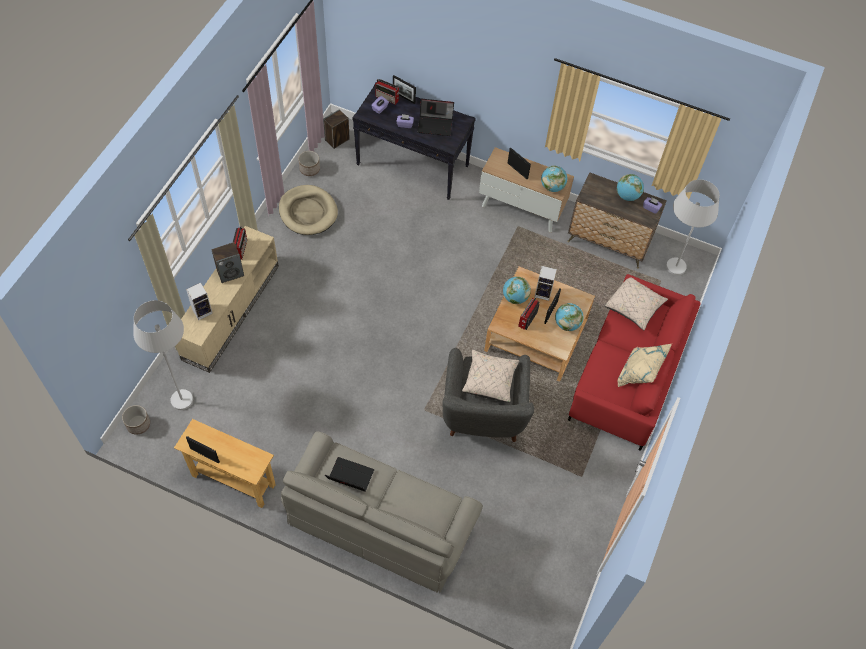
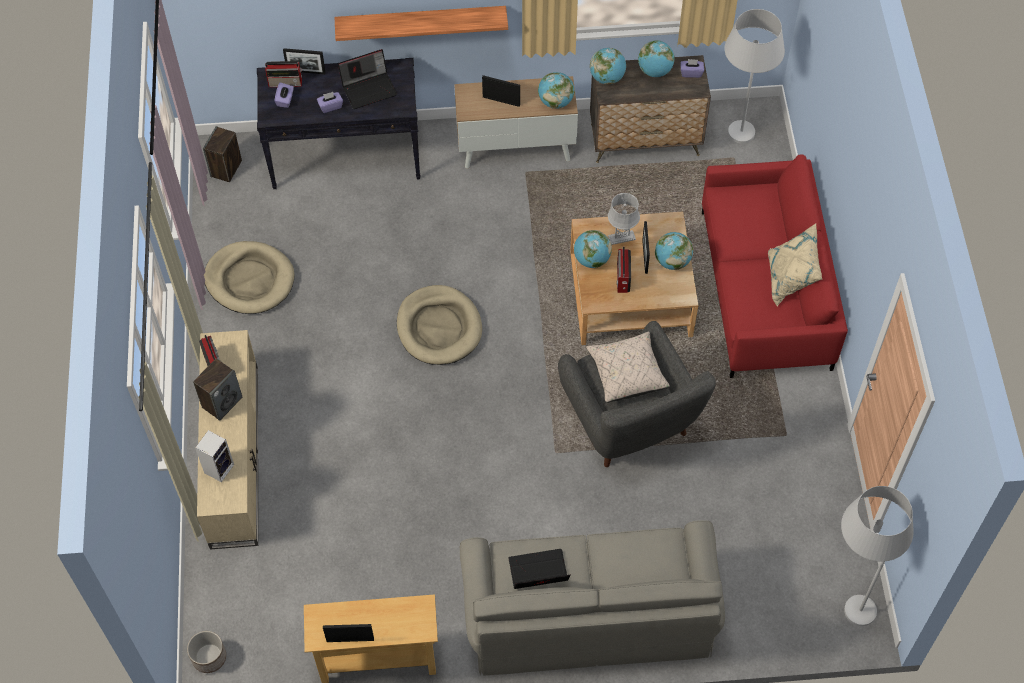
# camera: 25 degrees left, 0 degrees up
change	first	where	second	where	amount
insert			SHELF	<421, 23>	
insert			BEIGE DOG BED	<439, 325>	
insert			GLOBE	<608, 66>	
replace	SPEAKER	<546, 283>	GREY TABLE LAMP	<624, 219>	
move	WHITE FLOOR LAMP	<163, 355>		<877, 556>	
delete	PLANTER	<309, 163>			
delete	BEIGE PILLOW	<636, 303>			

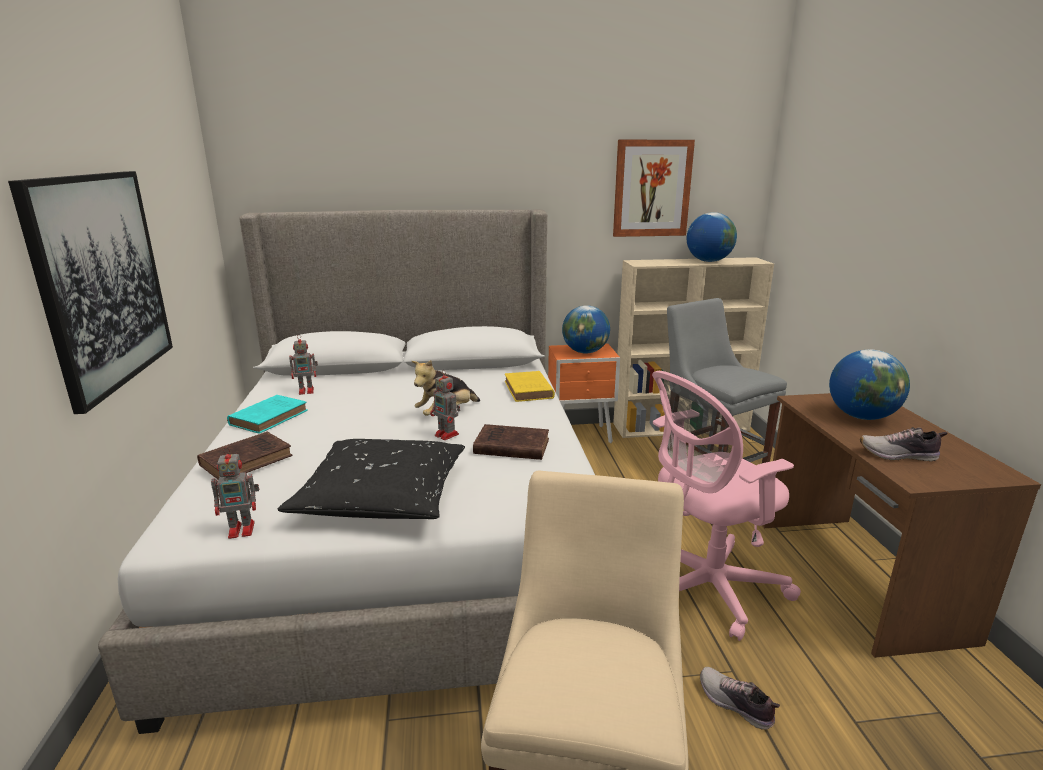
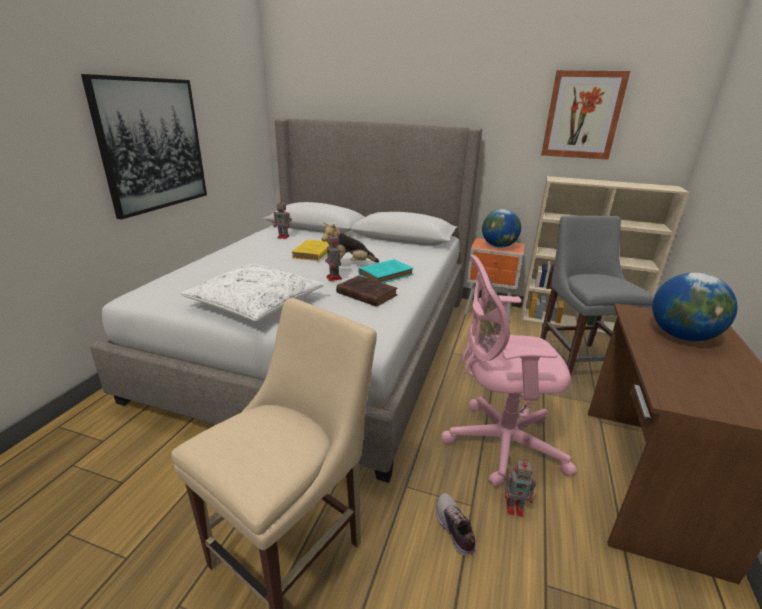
# camera: 25 degrees right, 5 degrees up
change	first	where	second	where	amount
recolor	BLACK PILLOW	<371, 479>	WHITE PILLOW	<252, 292>	
move	YELLOW BOOK	<530, 386>		<310, 250>	
move	TURQUOISE BOOK	<267, 414>		<386, 271>	
move	TOY ROBOT	<235, 493>		<520, 488>	
delete	BROWN BOOK	<245, 455>			
delete	GLOBE	<712, 237>			
delete	SHOE	<903, 444>			

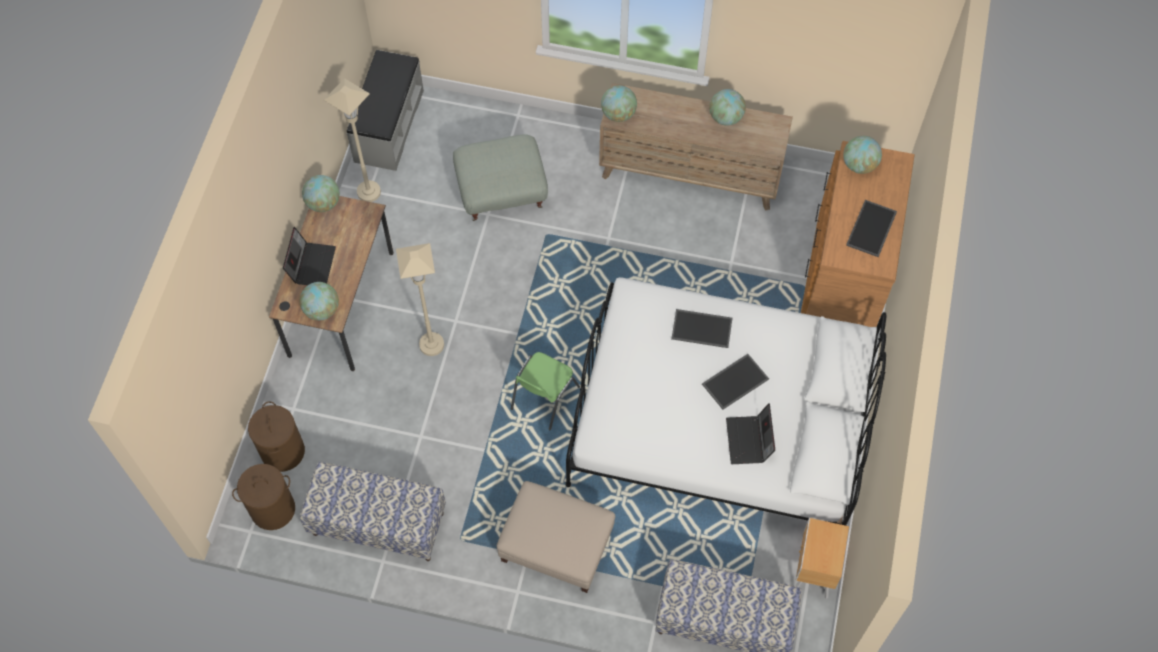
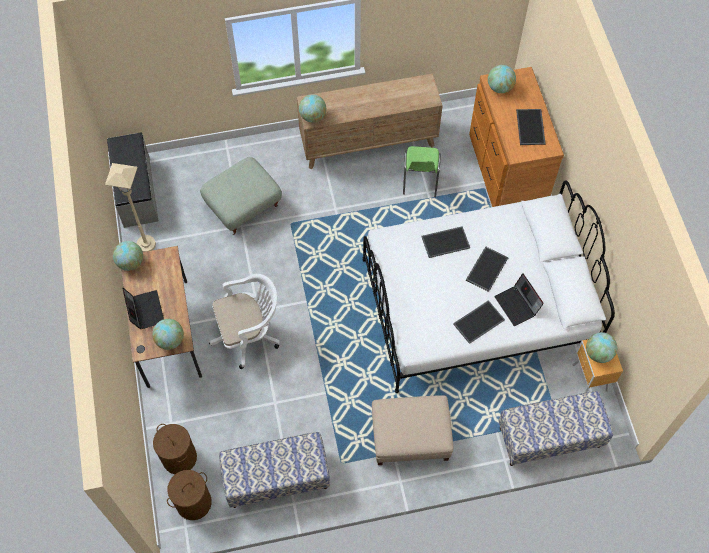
# camera: 25 degrees left, 0 degrees up
change	first	where	second	where	amount
replace	BEIGE FLOOR LAMP	<420, 299>	WHITE OFFICE CHAIR	<244, 321>	
move	GREEN CHAIR	<545, 391>		<422, 171>	
insert			TRAY	<479, 322>	
move	GLOBE	<727, 107>		<601, 347>	

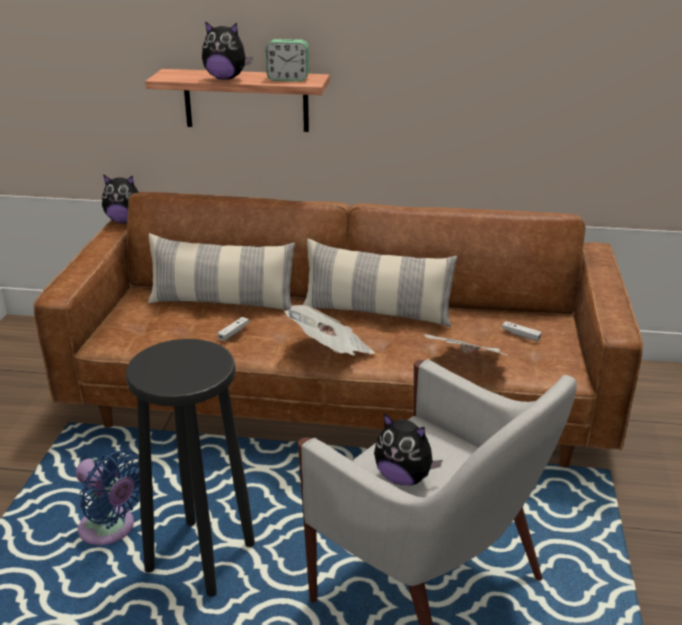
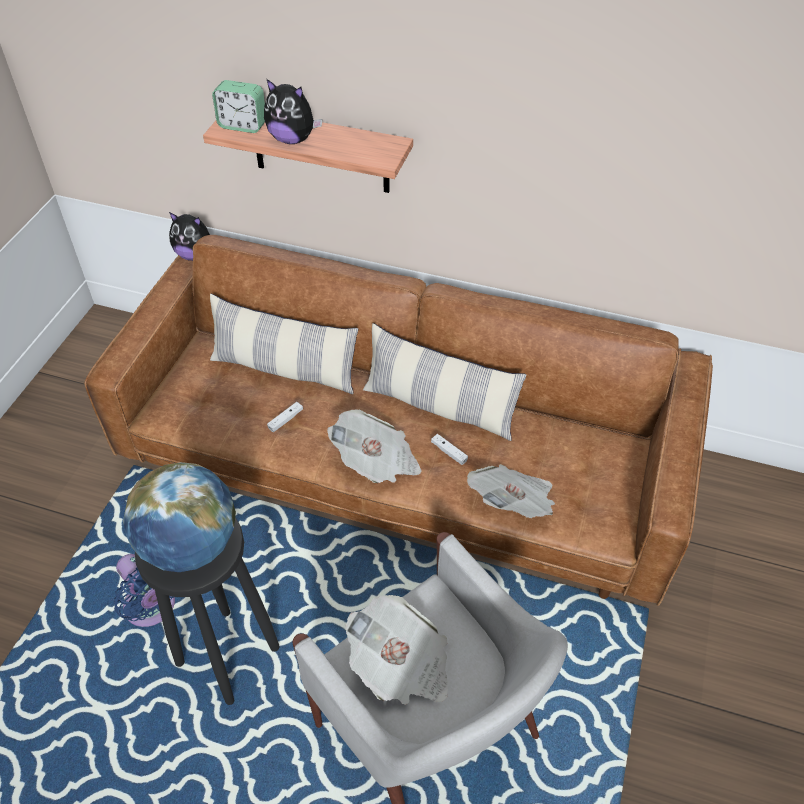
# camera: 10 degrees right, 20 degrees up
change	first	where	second	where	amount
insert			GLOBE	<179, 517>	
move	ALARM CLOCK	<287, 60>		<238, 106>	
replace	PLUSH TOY	<408, 449>	NEWSPAPER	<397, 650>	
move	WHITE GAME CONTROLLER	<522, 331>		<449, 449>	

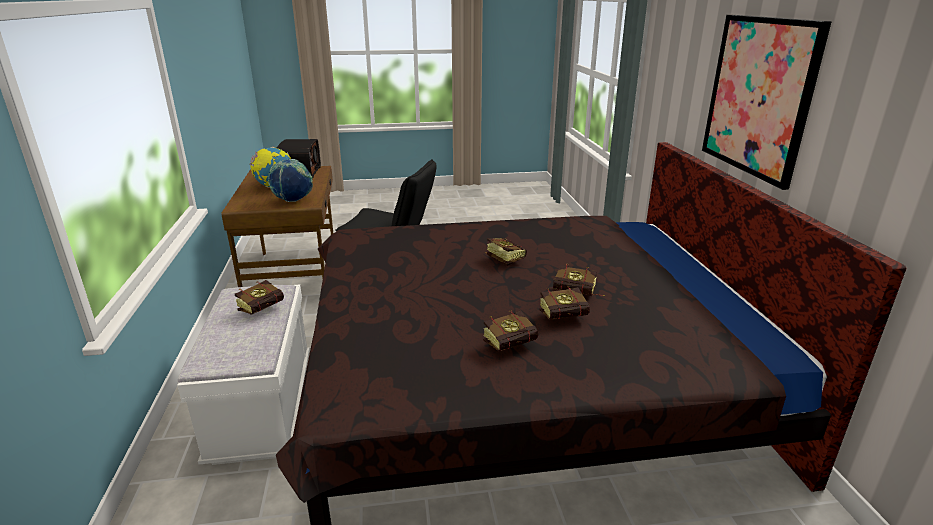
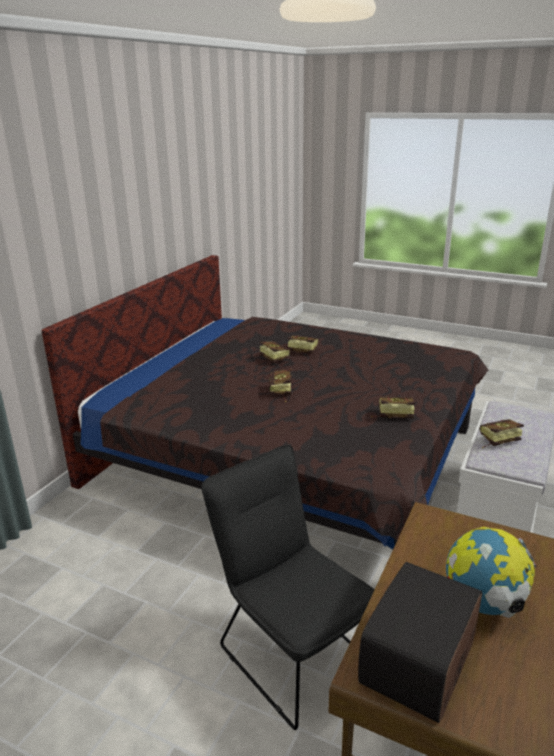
# camera: 145 degrees left, 0 degrees up
change	first	where	second	where	amount
move	BOOK	<510, 330>		<393, 407>	
delete	GLOBE	<290, 180>			
delete	PICTURE	<767, 102>			

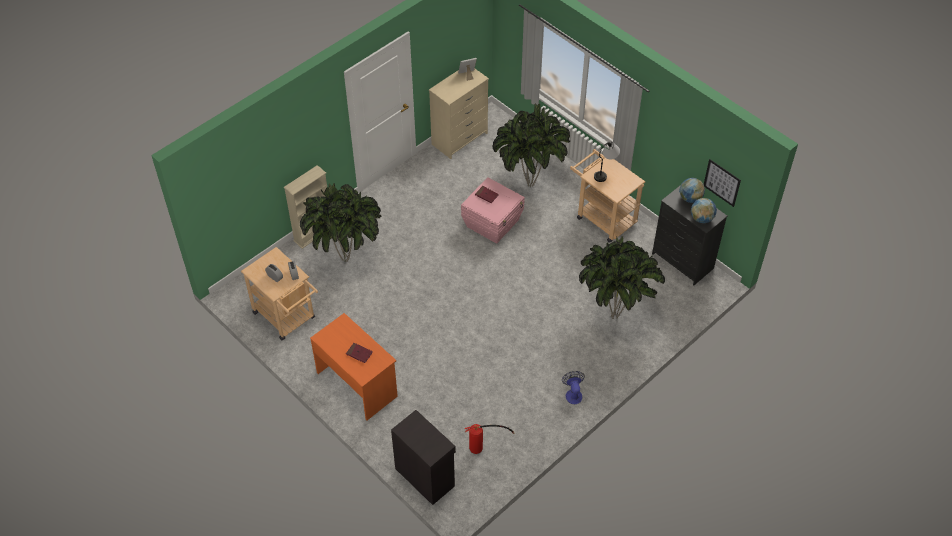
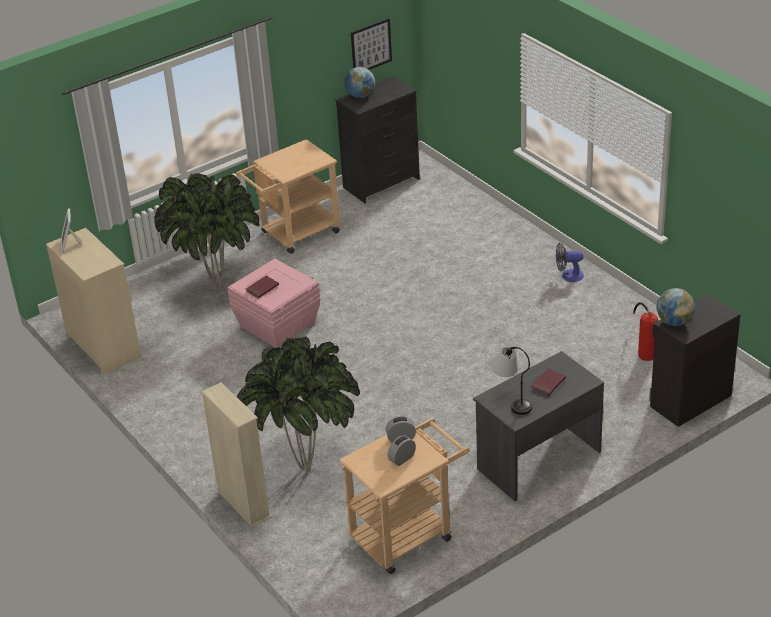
# camera: 80 degrees left, 15 degrees down
change	first	where	second	where	amount
recolor	ORANGE DESK	<354, 367>	GREY DESK	<538, 426>	
move	TABLE LAMP	<607, 161>		<511, 381>	
move	GLOBE	<704, 210>		<676, 307>	
delete	POTTED PLANT	<622, 277>			

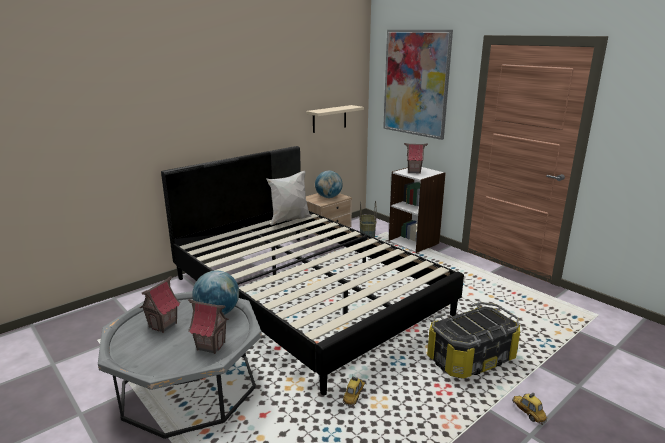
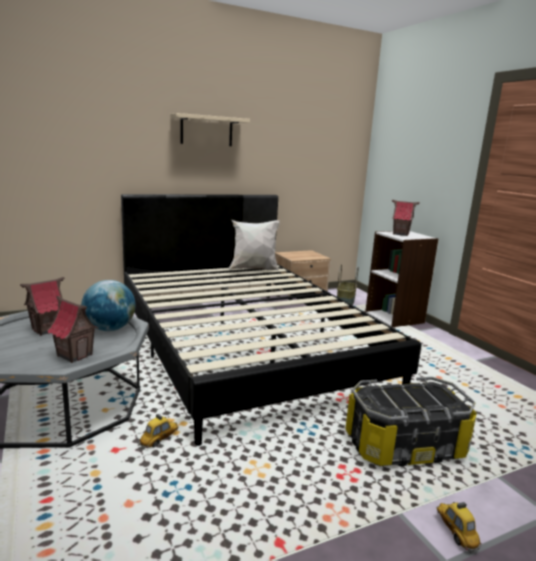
# camera: 15 degrees right, 5 degrees down
change	first	where	second	where	amount
move	TOY CAR	<354, 391>		<158, 431>	
move	BEIGE SHELF	<335, 119>		<210, 129>	
delete	GLOBE	<329, 184>			
delete	PICTURE	<418, 85>			

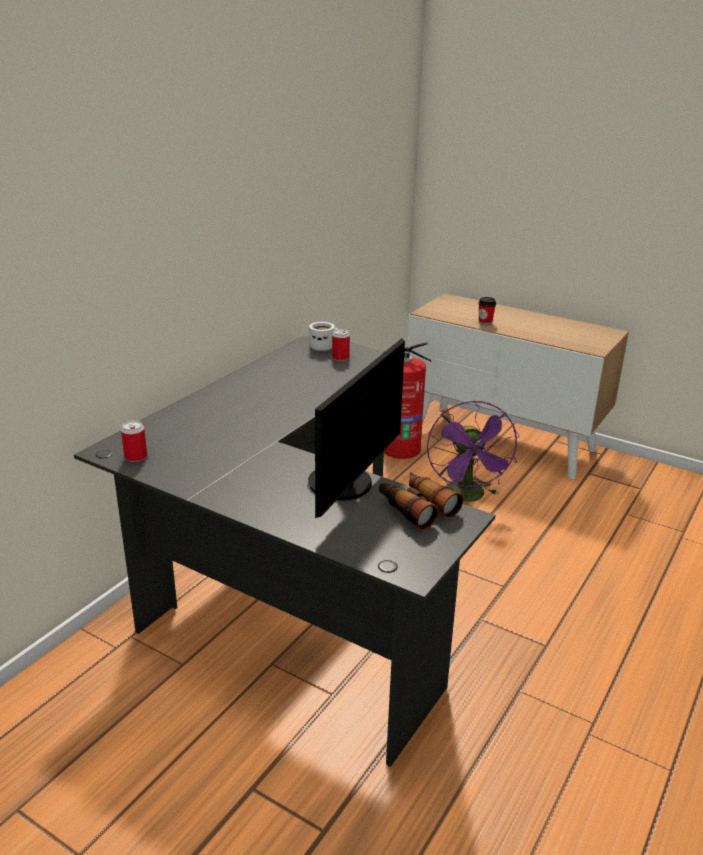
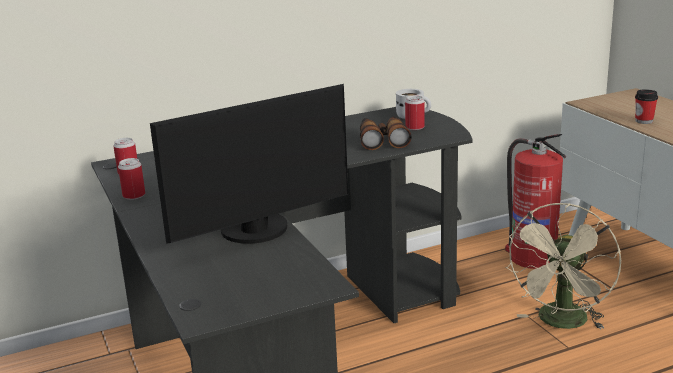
# camera: 35 degrees right, 5 degrees down
change	first	where	second	where	amount
insert			CAN	<131, 179>	
move	BINOCULARS	<421, 501>		<386, 133>	
recolor	PURPLE FAN	<473, 451>	BEIGE FAN	<563, 266>	

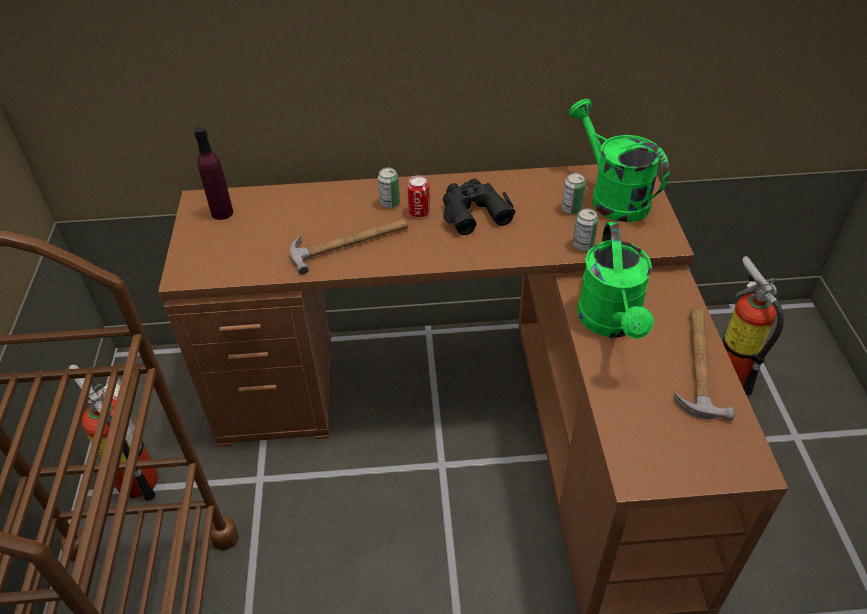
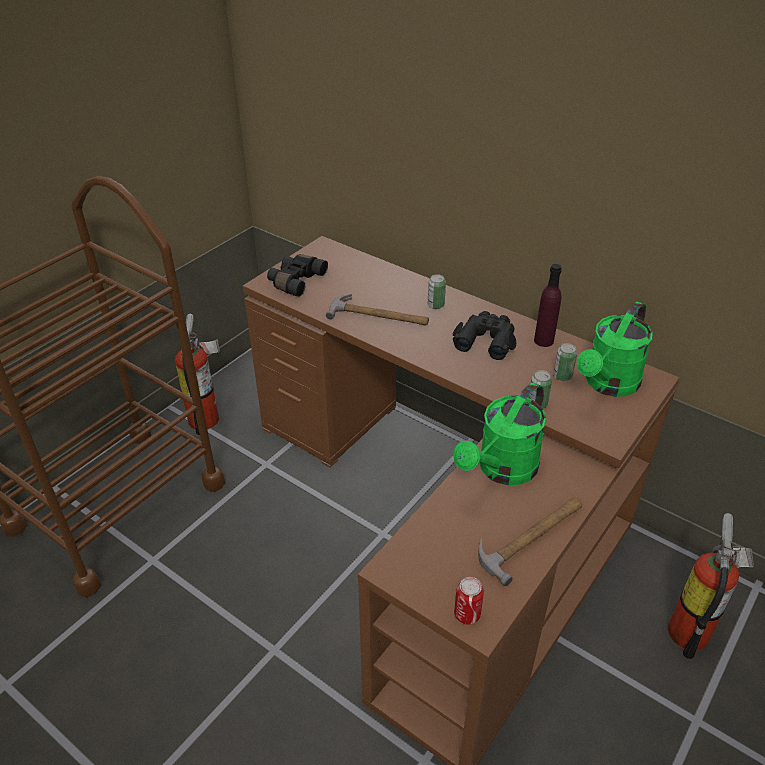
# camera: 40 degrees right, 5 degrees down
change	first	where	second	where	amount
insert			BLACK BINOCULARS	<297, 275>	
move	CAN	<419, 196>		<469, 601>	
move	PURPLE BOTTLE	<213, 173>		<548, 305>	
rotate	GREEN WATERING CAN	<619, 160>		<615, 349>	150 degrees counterclockwise

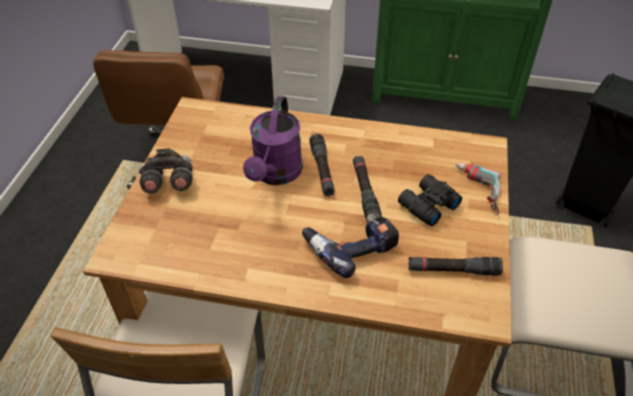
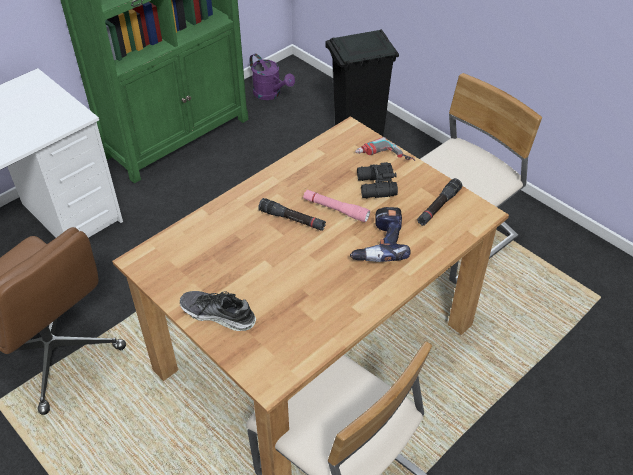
# camera: 55 degrees left, 0 degrees up
change	first	where	second	where	amount
replace	GREY BINOCULARS	<166, 171>	SHOE	<218, 311>	
move	PURPLE WATERING CAN	<273, 140>		<272, 77>	
recolor	BLACK FLASHLIGHT	<367, 189>	PINK FLASHLIGHT	<336, 206>	

